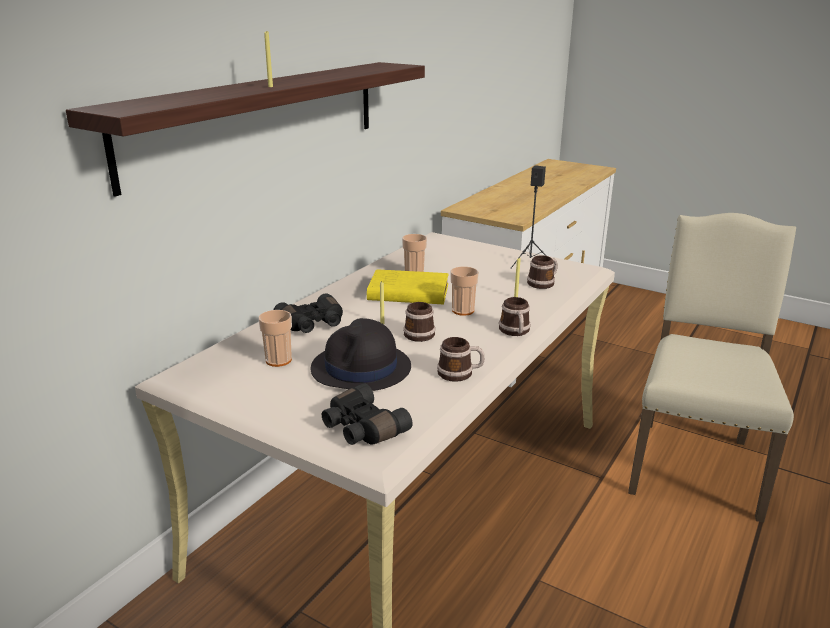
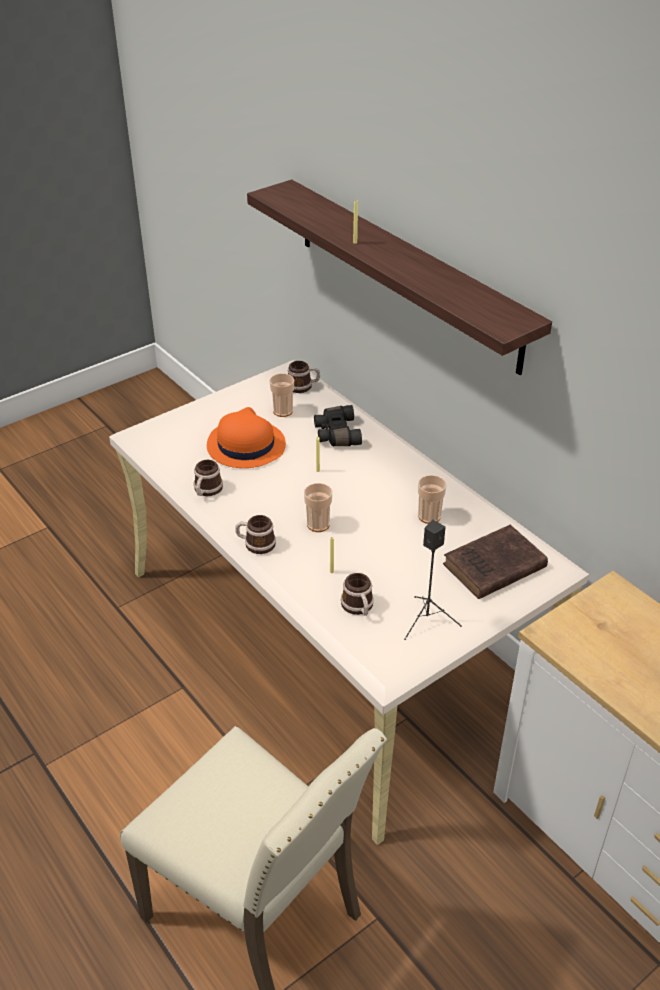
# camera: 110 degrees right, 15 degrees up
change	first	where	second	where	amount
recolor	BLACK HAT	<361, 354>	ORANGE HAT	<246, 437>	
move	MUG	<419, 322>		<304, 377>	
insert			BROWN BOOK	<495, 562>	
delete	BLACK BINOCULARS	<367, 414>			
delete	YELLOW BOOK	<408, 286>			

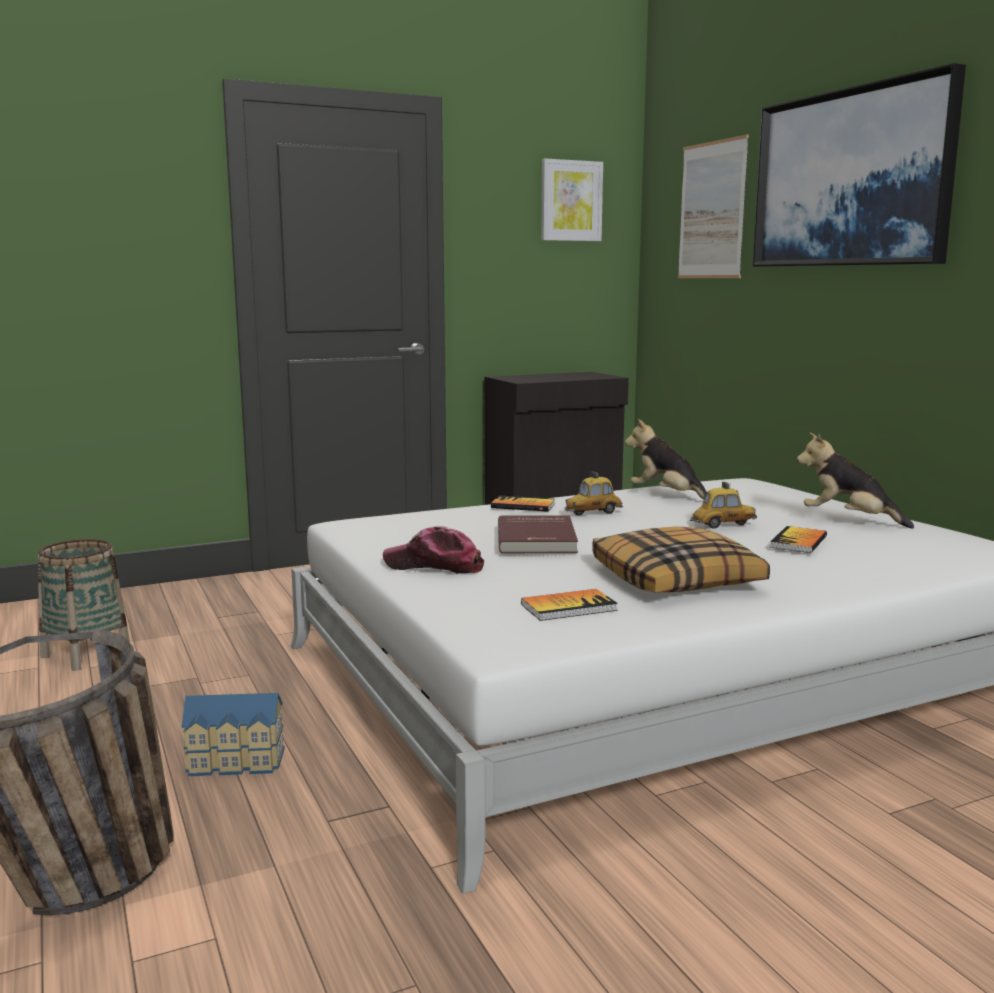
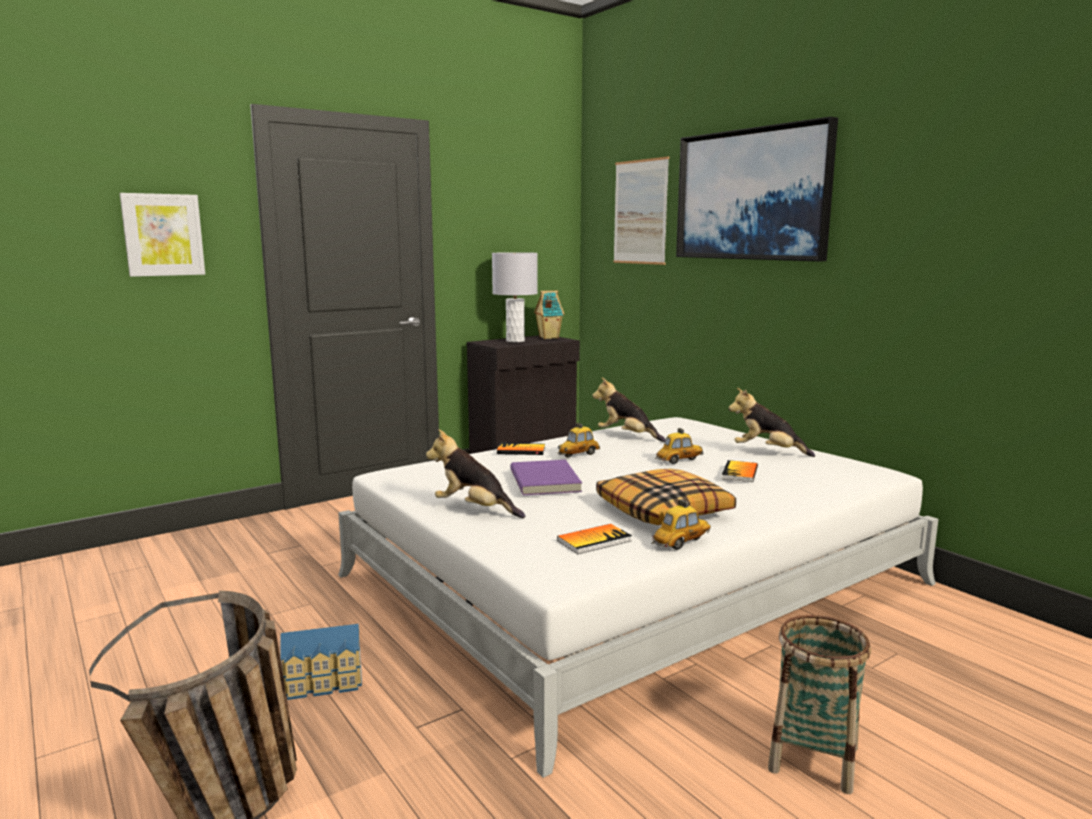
# camera: 10 degrees left, 0 degrees up
change	first	where	second	where	amount
move	PICTURE	<572, 199>		<162, 235>	
replace	CAP	<433, 550>	PLUSH TOY	<475, 473>	
insert			GREY TABLE LAMP	<515, 297>	
recolor	RED BOOK	<538, 534>	PURPLE BOOK	<546, 477>	
insert			TOY HOUSE	<549, 314>	
insert			TOY CAR	<681, 524>	
move	BASKET	<84, 605>		<819, 704>	

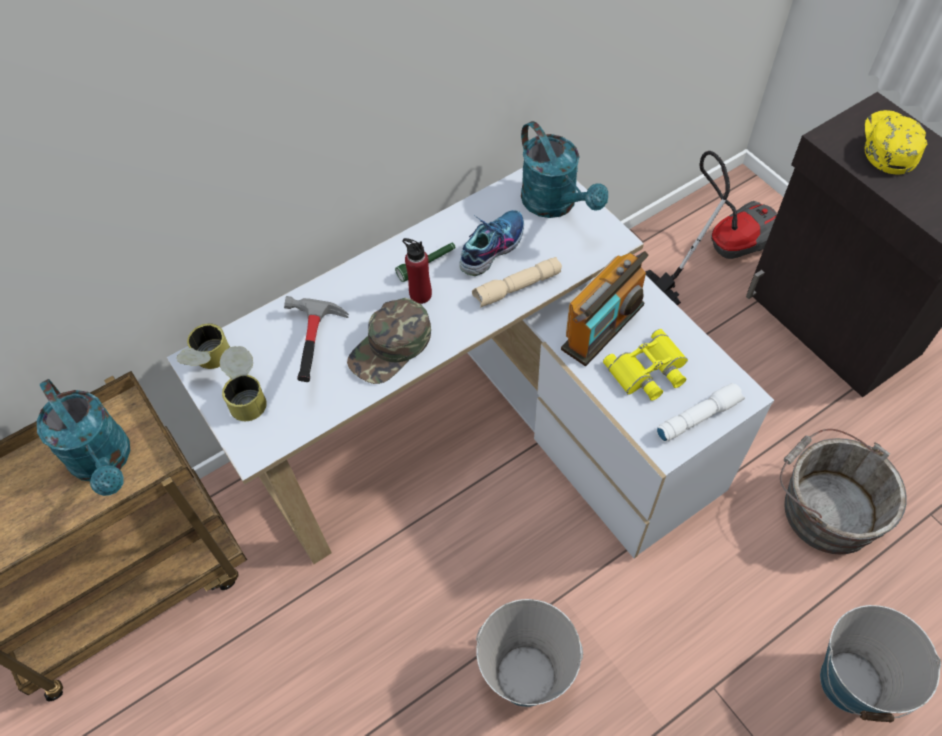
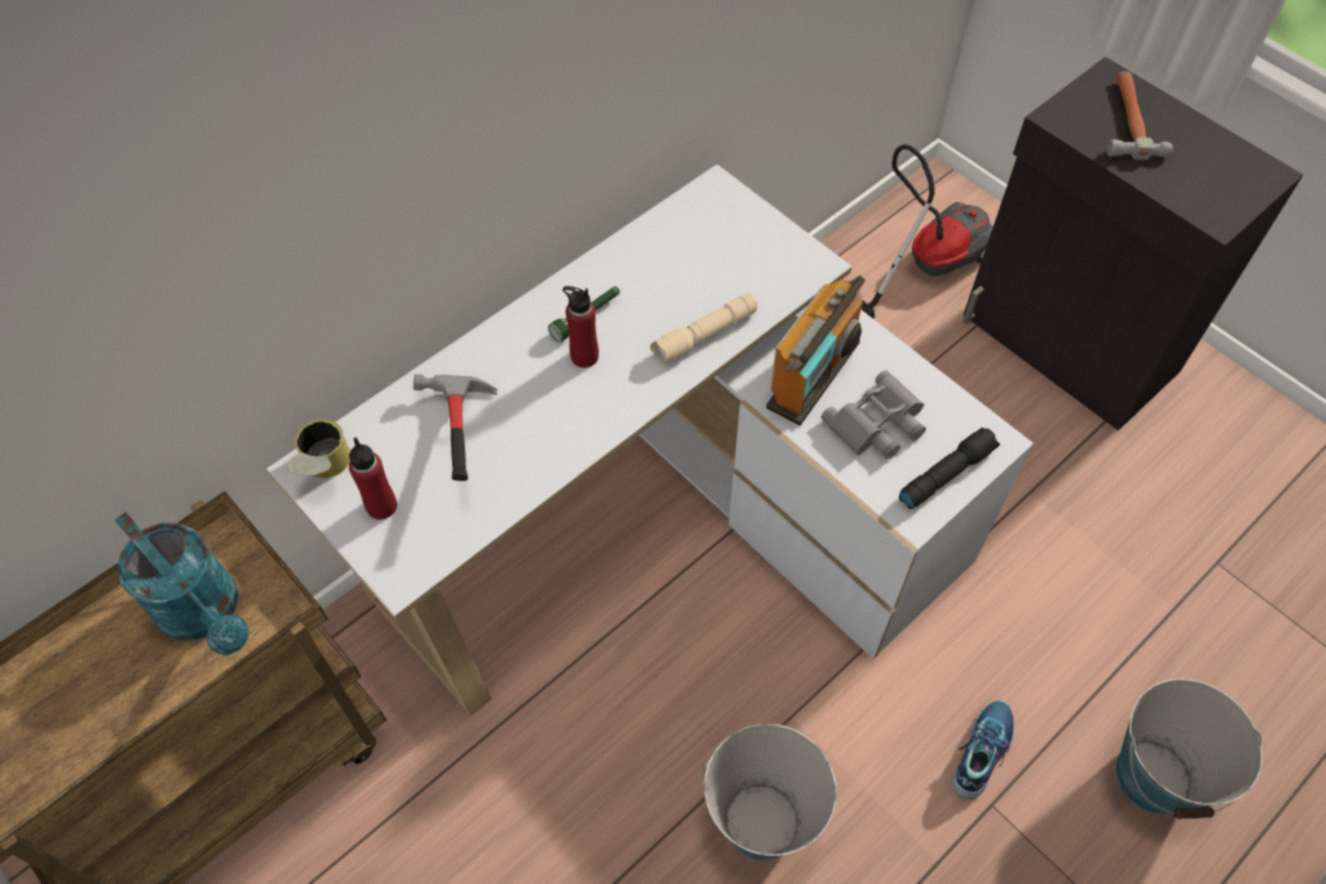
# camera: 10 degrees left, 0 degrees up
change	first	where	second	where	amount
replace	CAN	<243, 383>	RED BOTTLE	<373, 478>	
recolor	YELLOW BINOCULARS	<645, 364>	GREY BINOCULARS	<873, 414>	
recolor	WHITE FLASHLIGHT	<700, 412>	BLACK FLASHLIGHT	<949, 468>	
move	SHOE	<491, 243>		<983, 750>	
replace	YELLOW CAP	<896, 142>	HAMMER	<1140, 115>	
delete	GREEN CAP	<389, 341>			
delete	TURQUOISE WATERING CAN	<564, 169>			
delete	GREY BUCKET	<843, 491>			

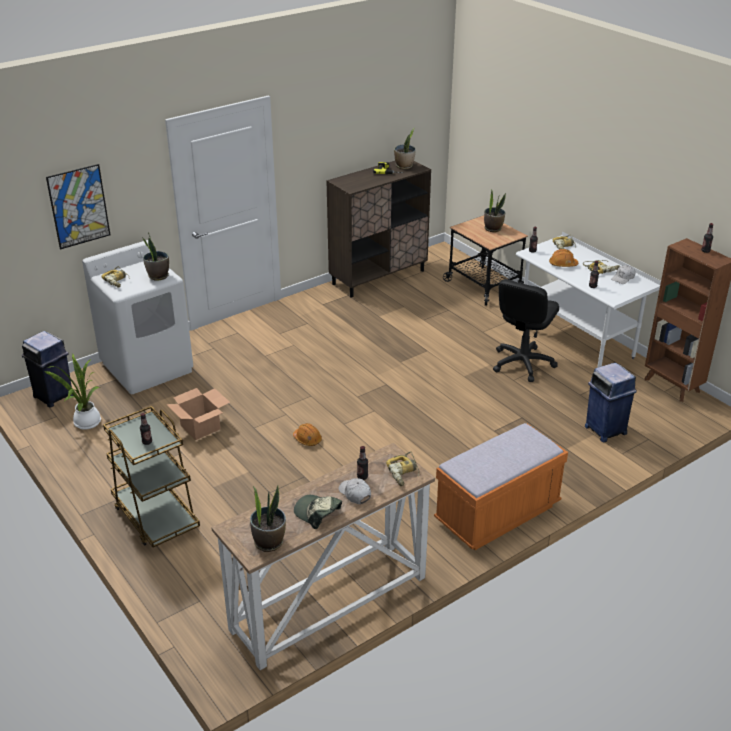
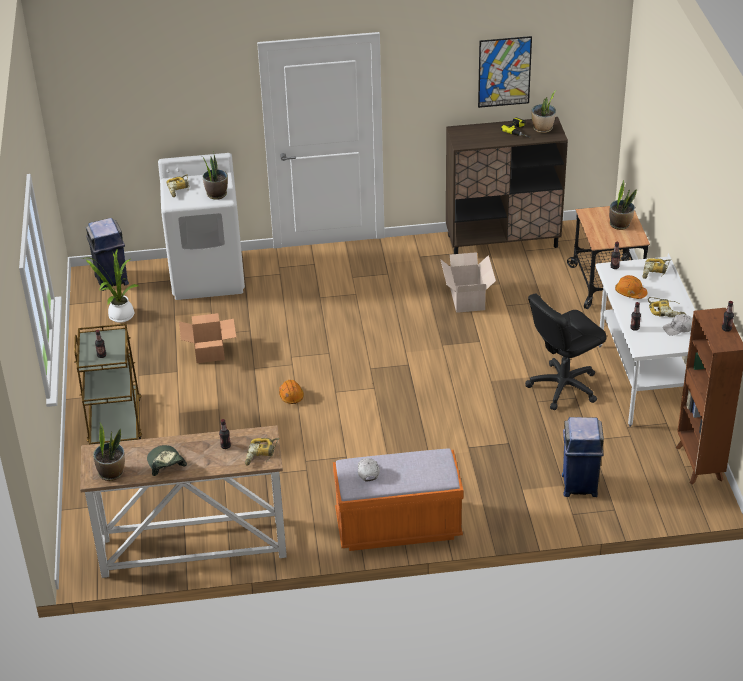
# camera: 30 degrees right, 5 degrees up
change	first	where	second	where	amount
move	WHITE CAP	<355, 491>		<369, 469>	
insert			CARDBOARD BOX	<468, 282>	
move	PICTURE	<78, 207>		<505, 72>	

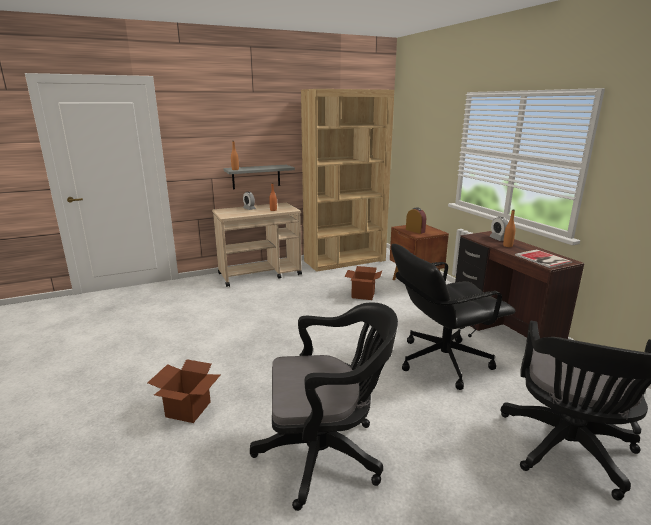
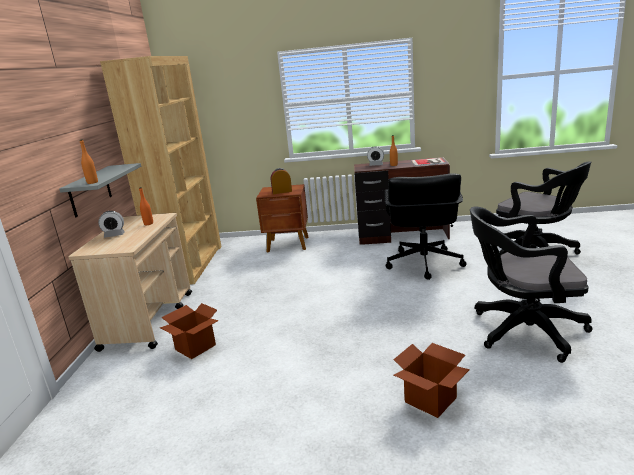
# camera: 60 degrees left, 0 degrees up
change	first	where	second	where	amount
move	CARDBOARD BOX	<363, 283>		<189, 331>	
rotate	BLACK OFFICE CHAIR	<324, 407>		<531, 285>	105 degrees counterclockwise

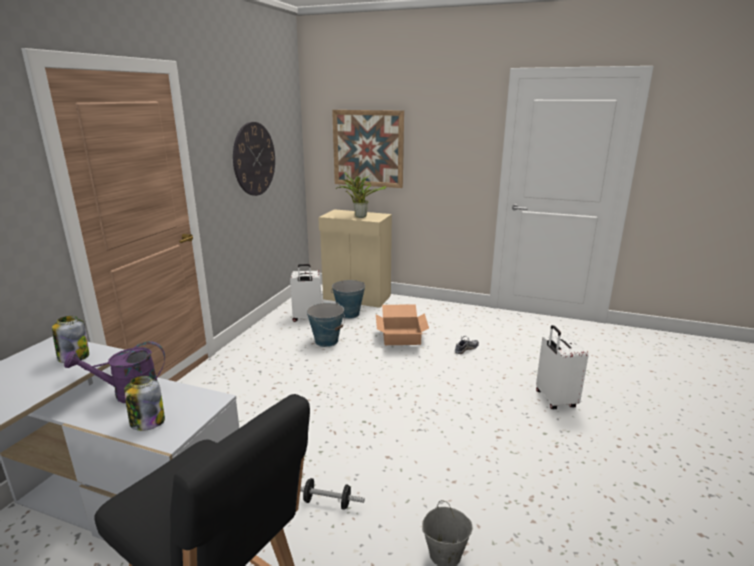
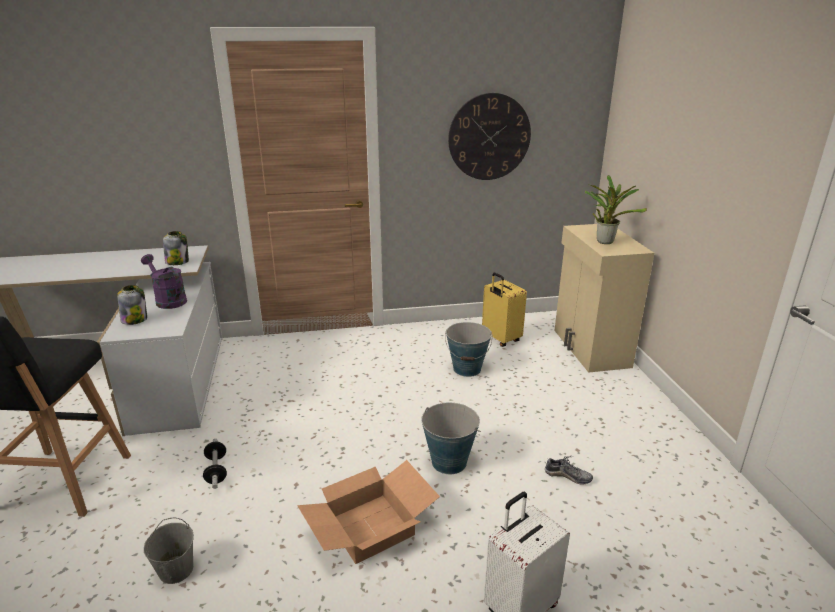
# camera: 60 degrees right, 5 degrees up
change	first	where	second	where	amount
move	CARDBOARD BOX	<402, 324>		<368, 512>	
move	BUCKET	<348, 299>		<451, 438>	
recolor	WHITE SUITCASE	<306, 293>	YELLOW SUITCASE	<504, 310>	
delete	PICTURE	<368, 149>			

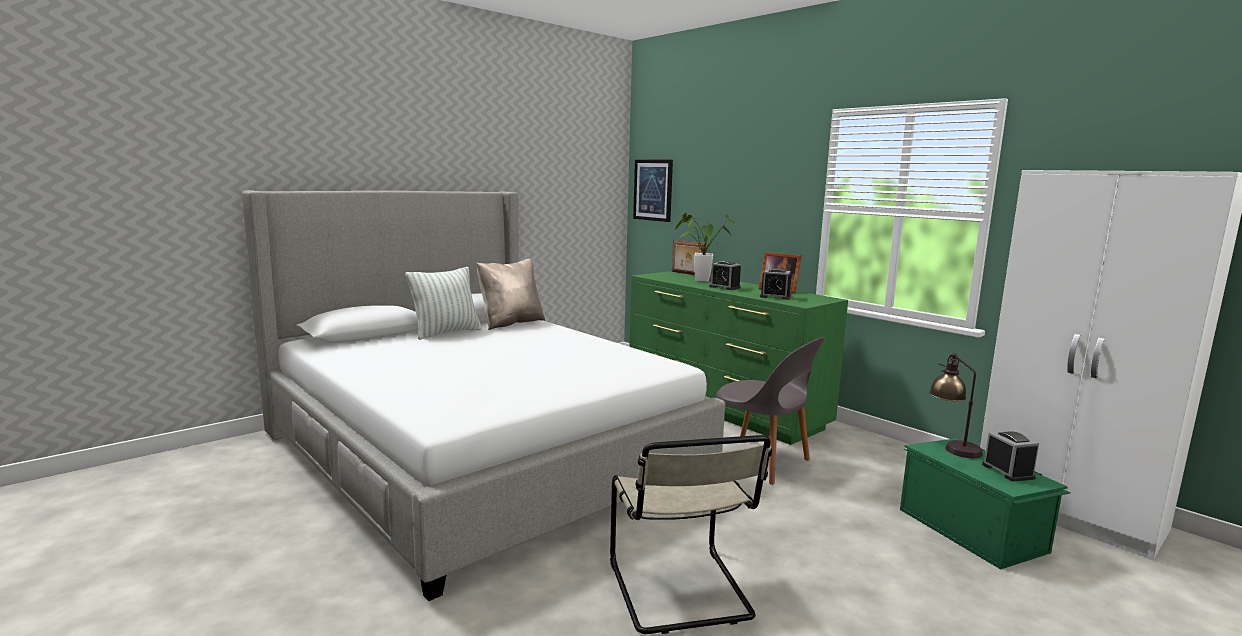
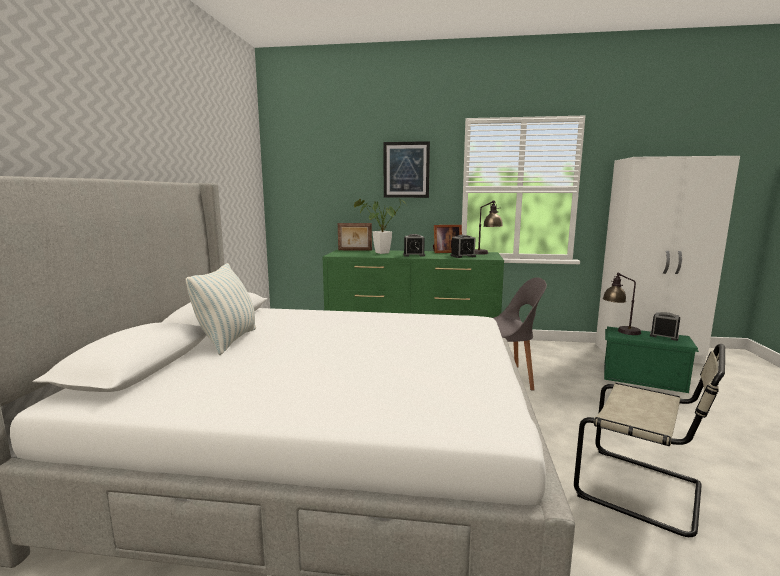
# camera: 40 degrees left, 0 degrees up
change	first	where	second	where	amount
move	PICTURE	<653, 191>		<407, 169>	
insert			TABLE LAMP	<489, 227>	
delete	BEIGE PILLOW	<510, 294>			

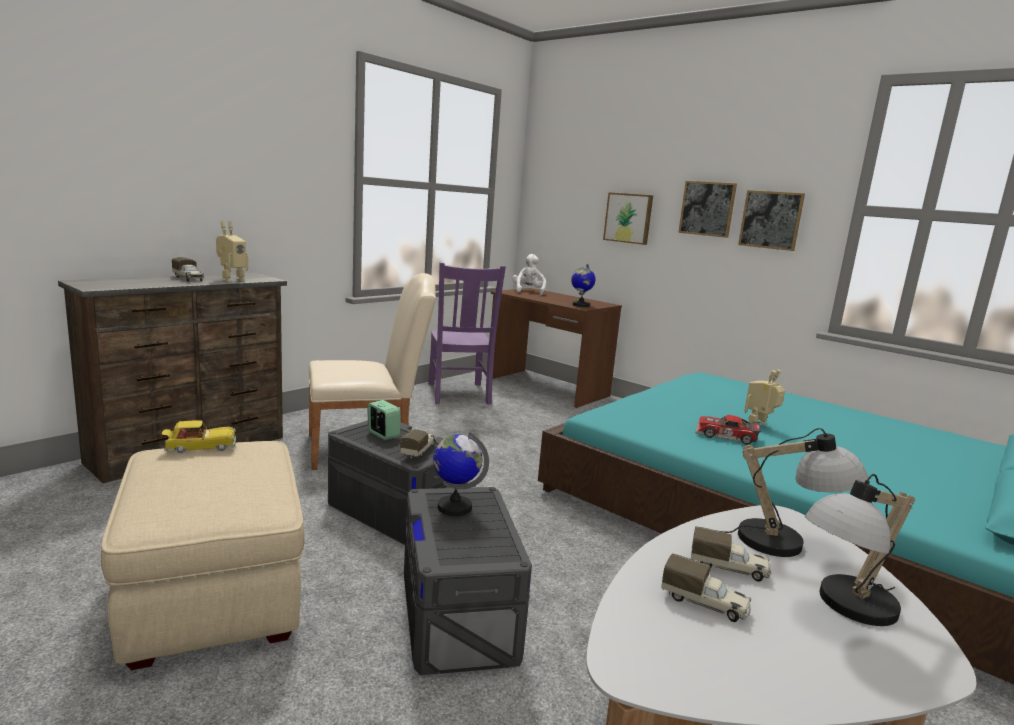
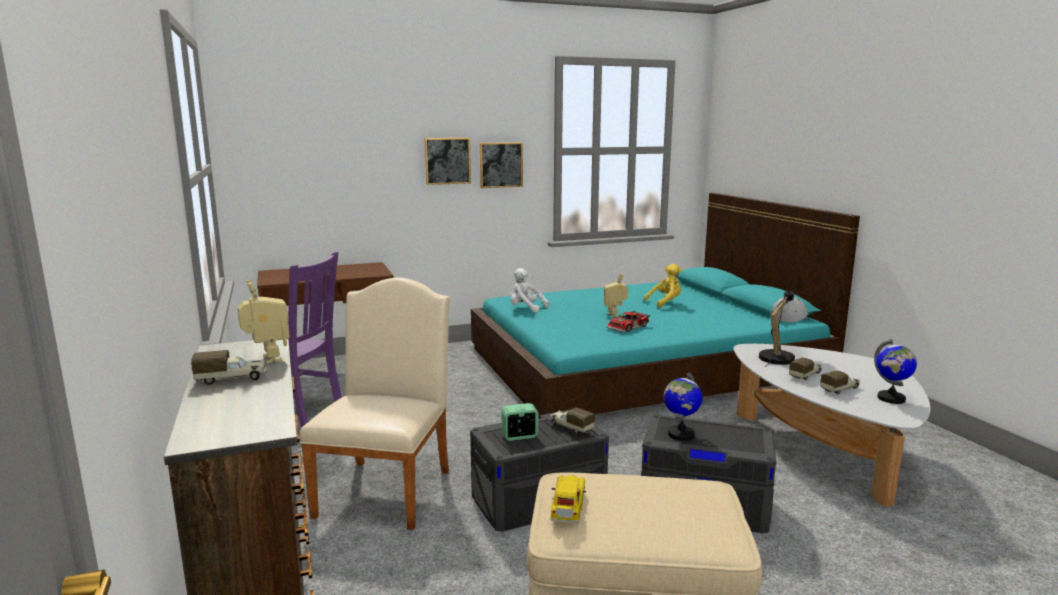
# camera: 60 degrees left, 0 degrees up
change	first	where	second	where	amount
move	WHITE PLUSH TOY	<529, 274>		<529, 290>	
insert			YELLOW PLUSH TOY	<663, 286>	
move	GLOBE	<583, 285>		<895, 371>	
delete	PICTURE	<628, 218>			
delete	TABLE LAMP	<860, 550>			

